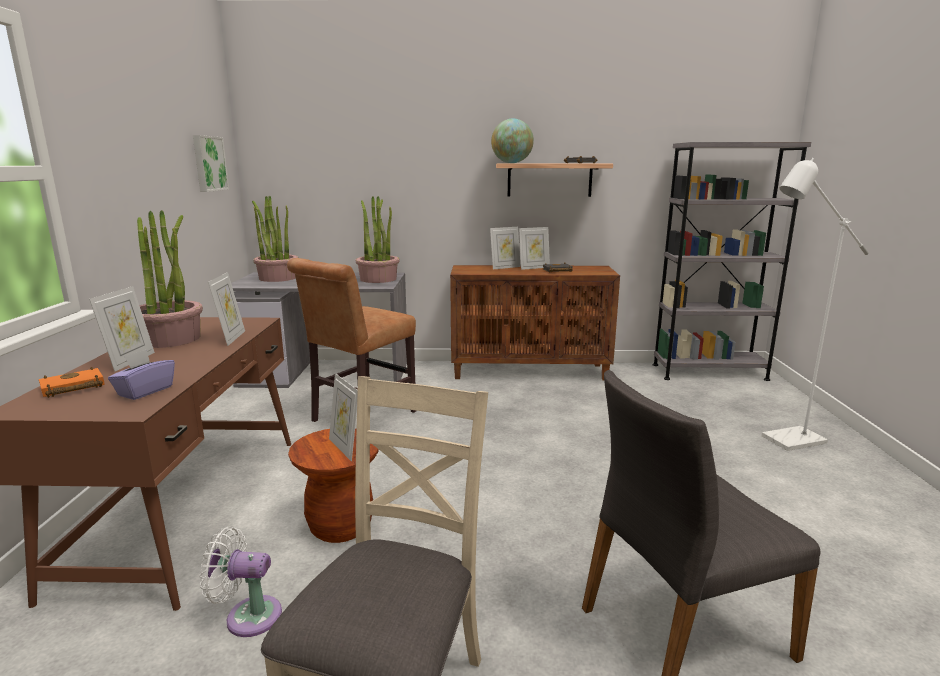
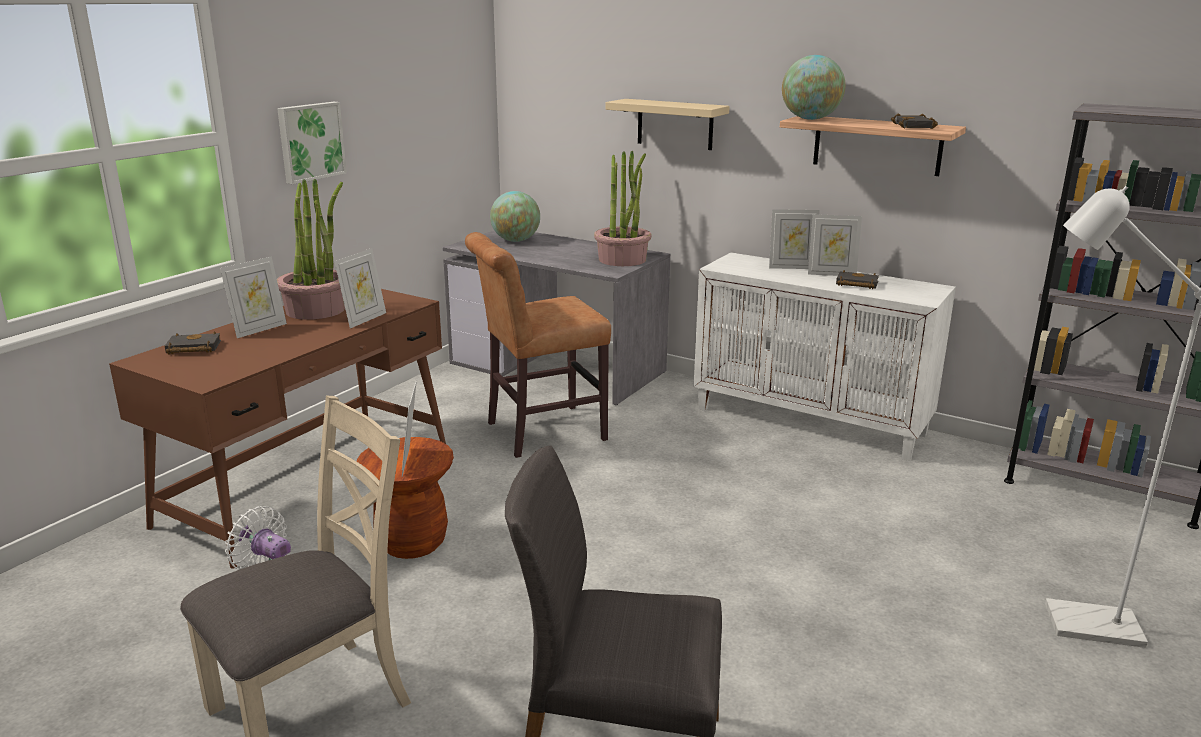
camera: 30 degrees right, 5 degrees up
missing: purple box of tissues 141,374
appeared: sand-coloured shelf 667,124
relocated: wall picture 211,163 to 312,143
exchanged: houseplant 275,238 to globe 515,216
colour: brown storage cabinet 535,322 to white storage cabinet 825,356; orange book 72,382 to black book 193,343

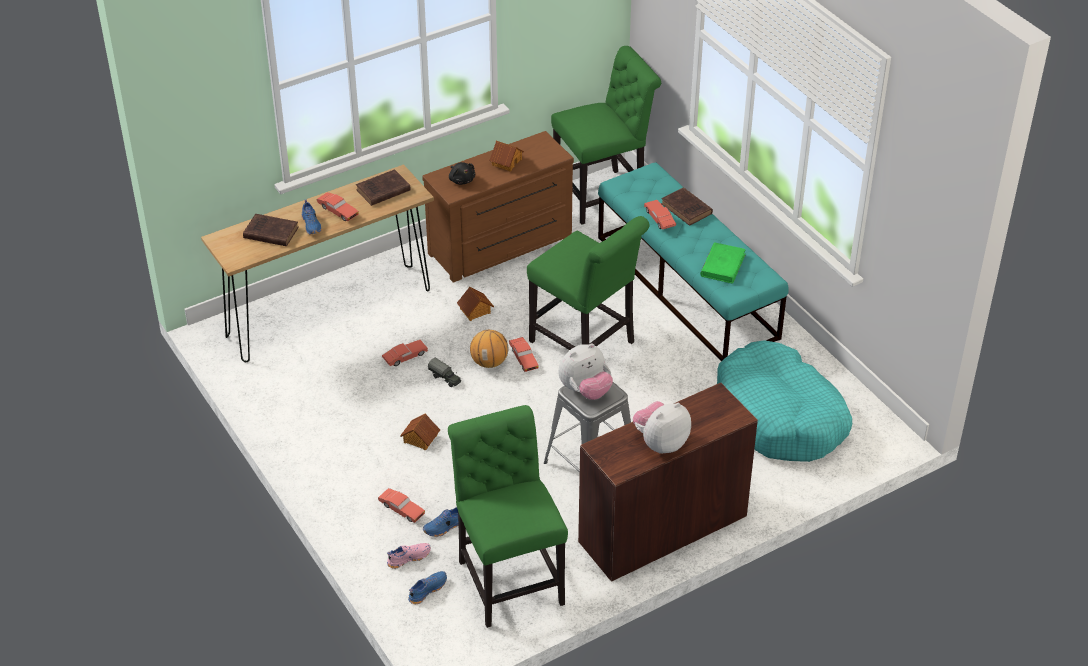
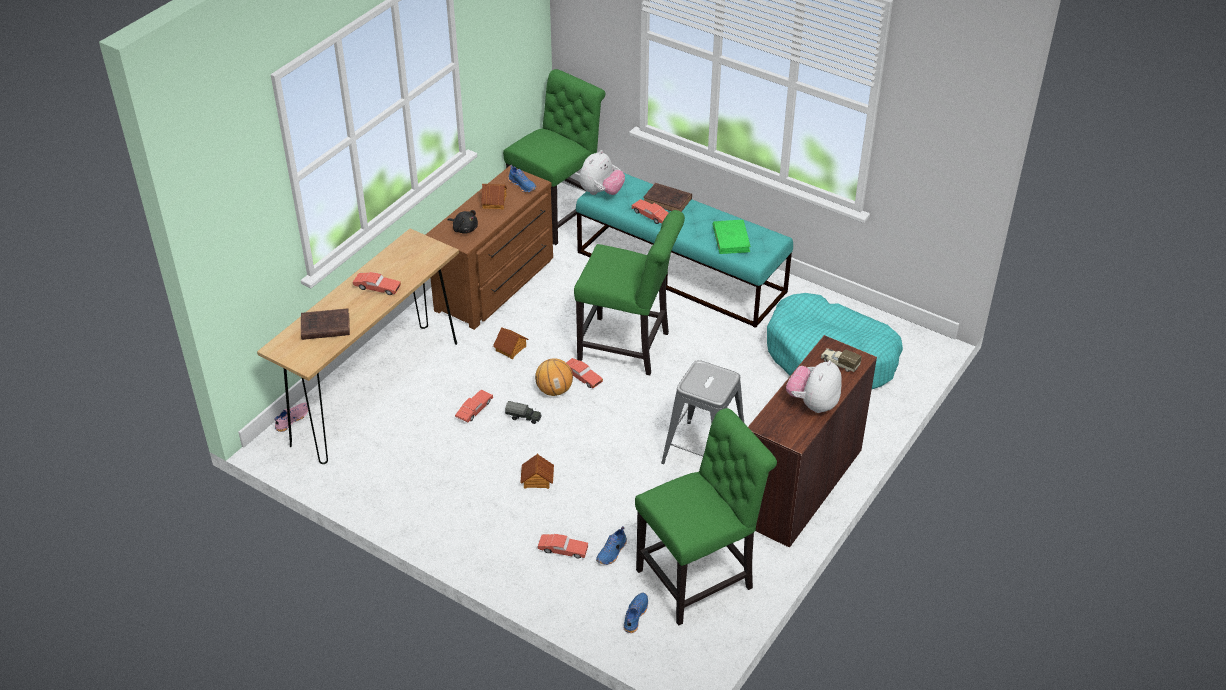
camera: 25 degrees left, 0 degrees up
missing: brown book 383,187
appeared: toy lorry 841,360
relocated: blue shoe 311,217 to 522,179; cuddly toy 585,371 to 602,172; pink-coloured shoe 409,556 to 291,417
spun: green upright chair 508,516 = 706,517 105 degrees clockwise

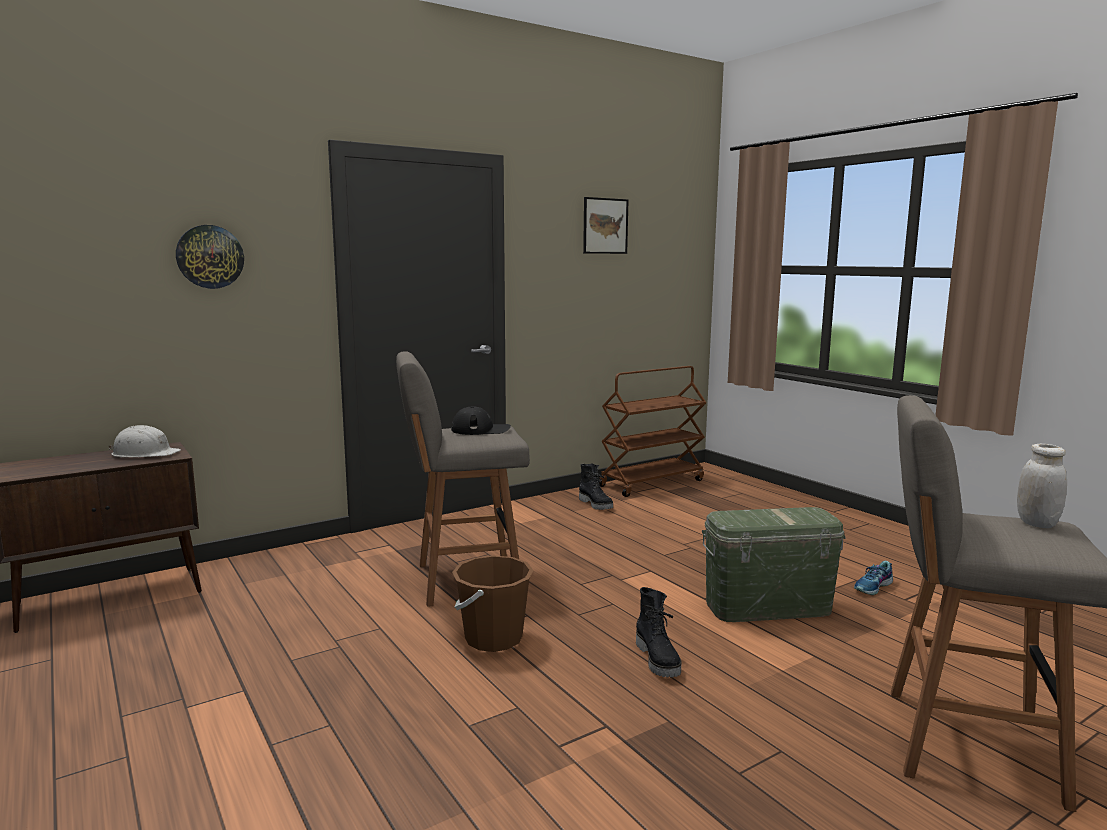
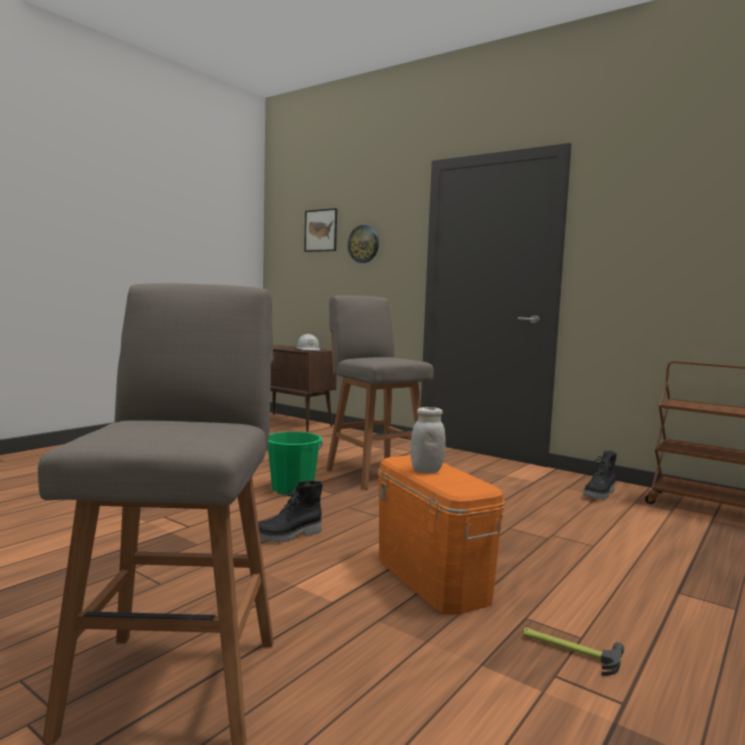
camera: 70 degrees right, 5 degrees down
missing: black cap 481,420
relocated: wall picture 605,225 to 320,230; white storage jar 1042,486 to 428,440
exchanged: shoe 873,578 to hand hammer 573,651
colour: green storage bin 774,564 to orange storage bin 441,535; brown pail 492,604 to green pail 295,463

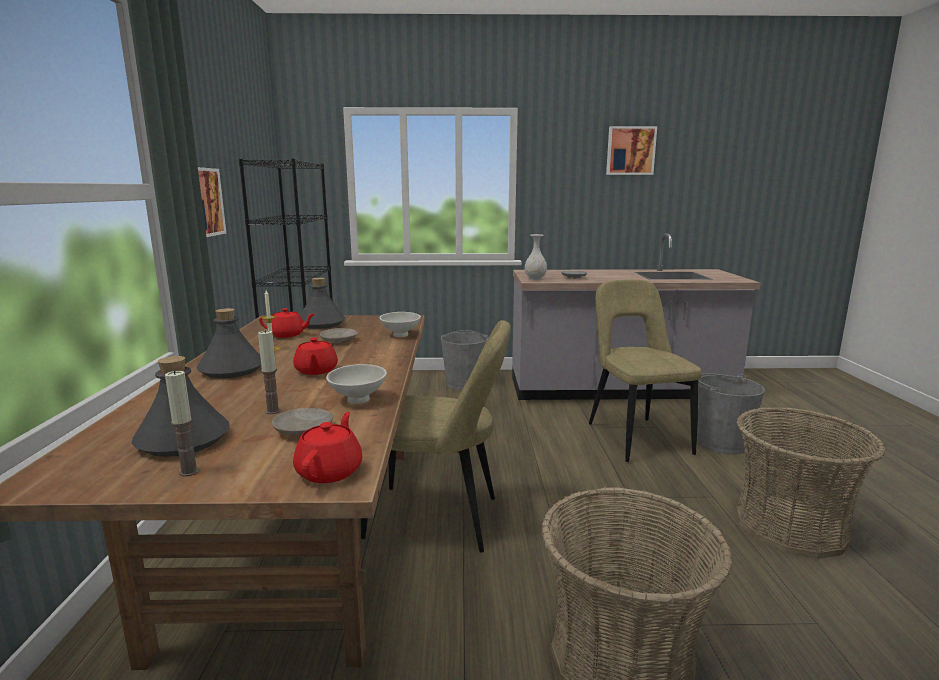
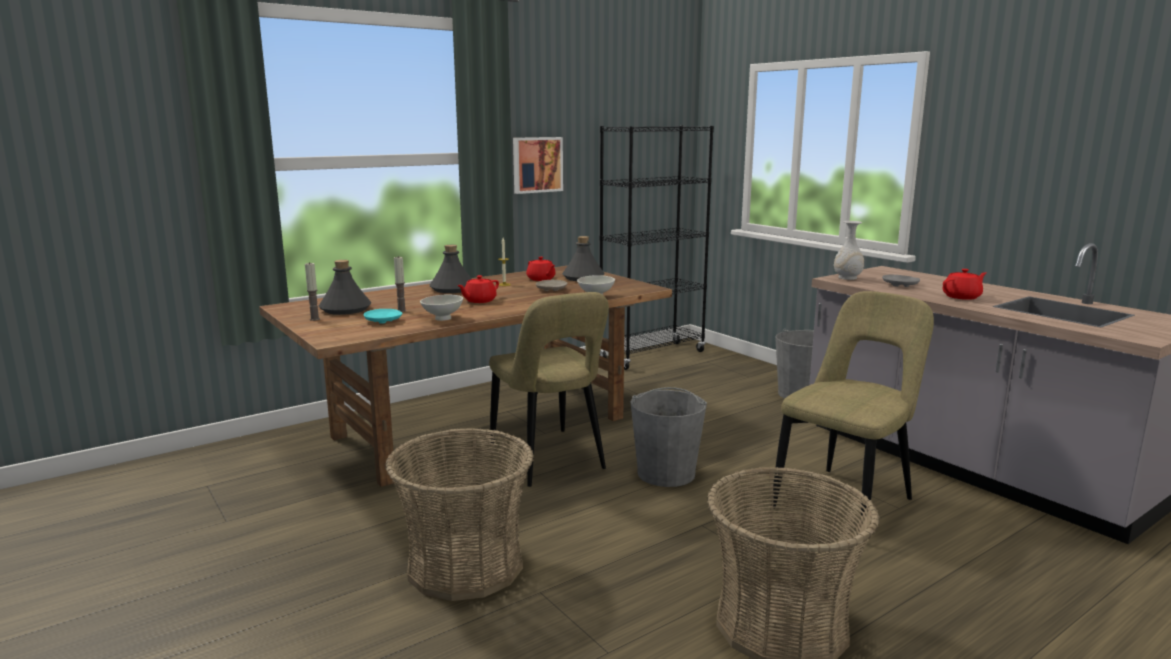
camera: 55 degrees right, 0 degrees up
missing: wall picture 631,150
relocated: grey pail 731,414 to 669,437; red teapot 327,447 to 965,284
colour: sand-coloured plate 302,422 to turquoise plate 383,316

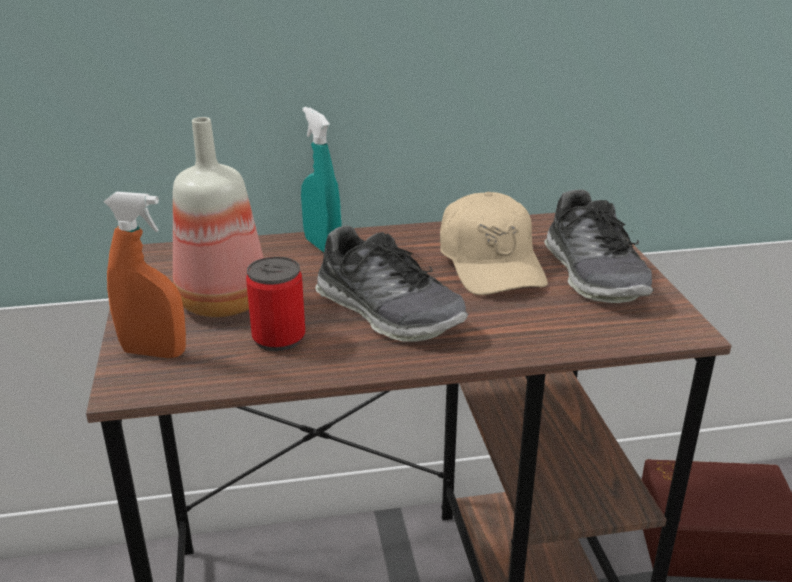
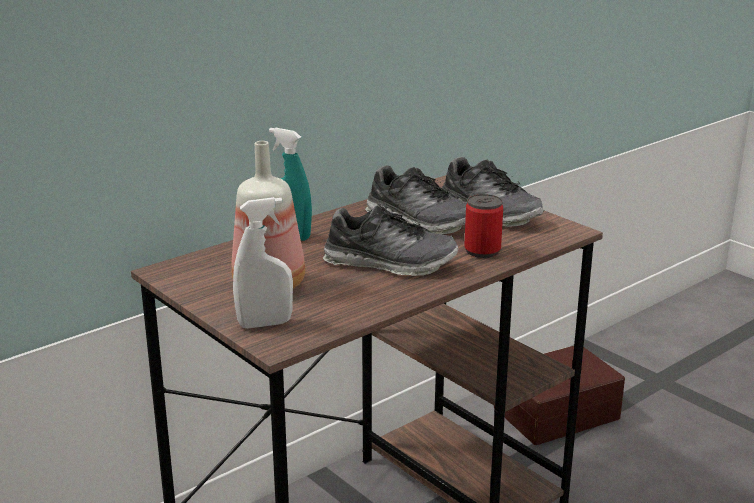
camera: 30 degrees left, 5 degrees down
relocated: metal can 275,303 to 483,226
exchanged: sand-coloured cap 494,243 to shoe 416,200
colour: orange spray bottle 144,275 to white spray bottle 263,262

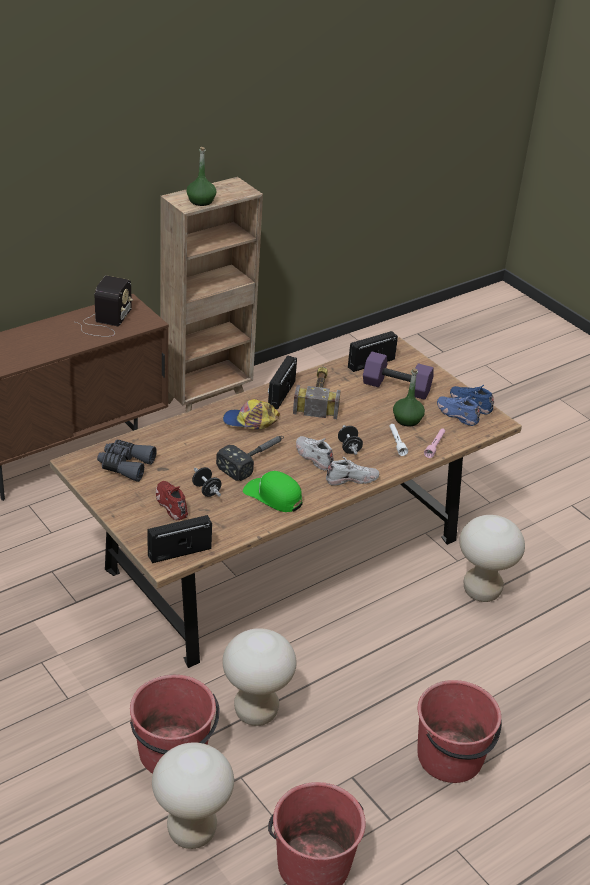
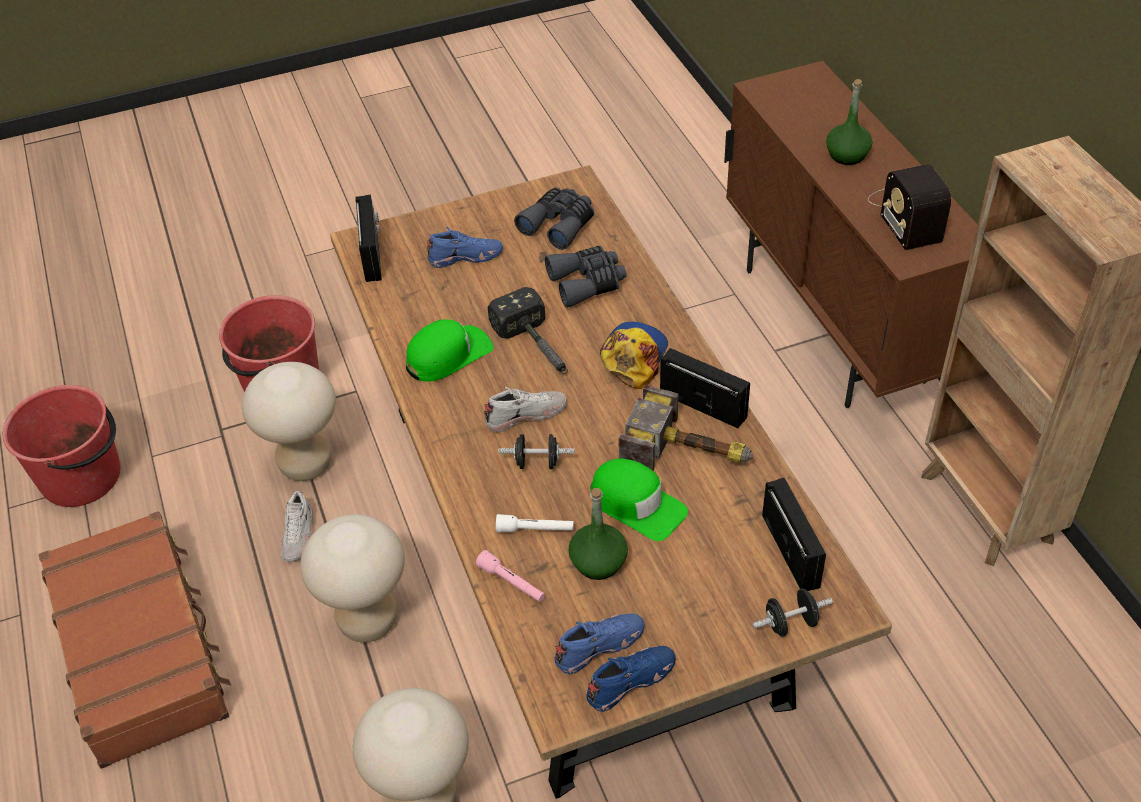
camera: 110 degrees right, 10 degrees up
missing: purple hand weight 398,376
appeared: grey binoculars 586,277; green cap 639,500
relocated: green beverage bottle 201,176 to 849,122; white shoe 352,471 to 297,526; black hand weight 207,482 to 792,613; sand-coloured sitting stool 193,795 to 352,578
exchanged: red pail 460,731 to brown piece of luggage 134,640
colour: red shoe 172,500 to blue shoe 465,247
spun: radio set 104,306 = 909,207 45 degrees clockwise

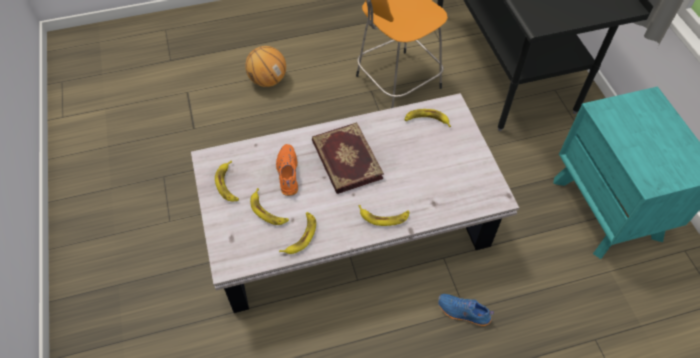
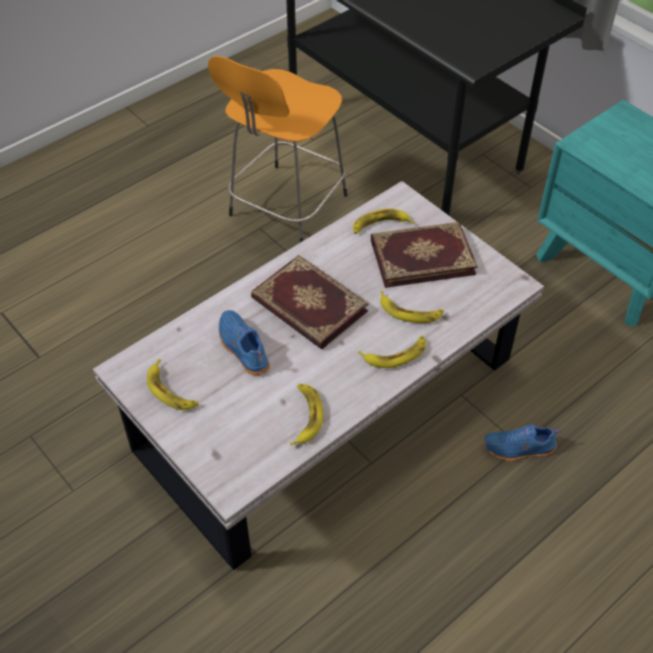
camera: 25 degrees left, 5 degrees down
missing: basketball ball 265,66
appeared: book 424,255
relocated: whole banana 269,206 to 412,307
colour: orange shoe 287,170 to blue shoe 244,342

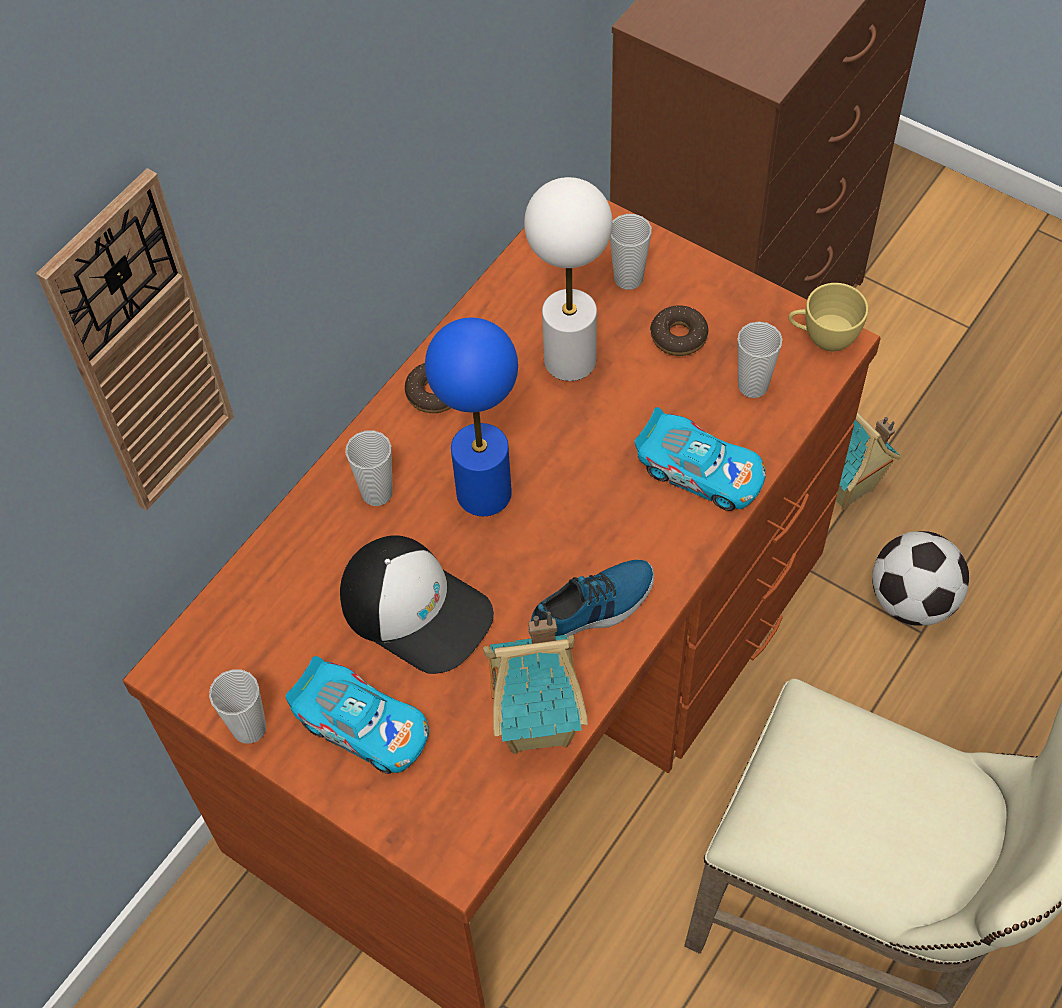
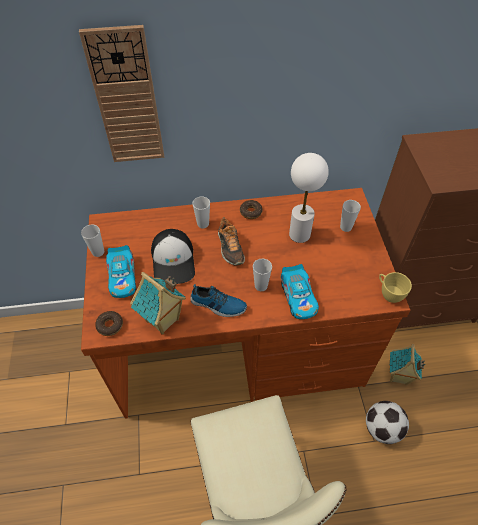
camera: 45 degrees right, 5 degrees down
relocated: ring doughnut 679,330 to 109,323; small cup 760,360 to 262,274
exchanged: blue table lamp 471,417 to shoe 231,241

